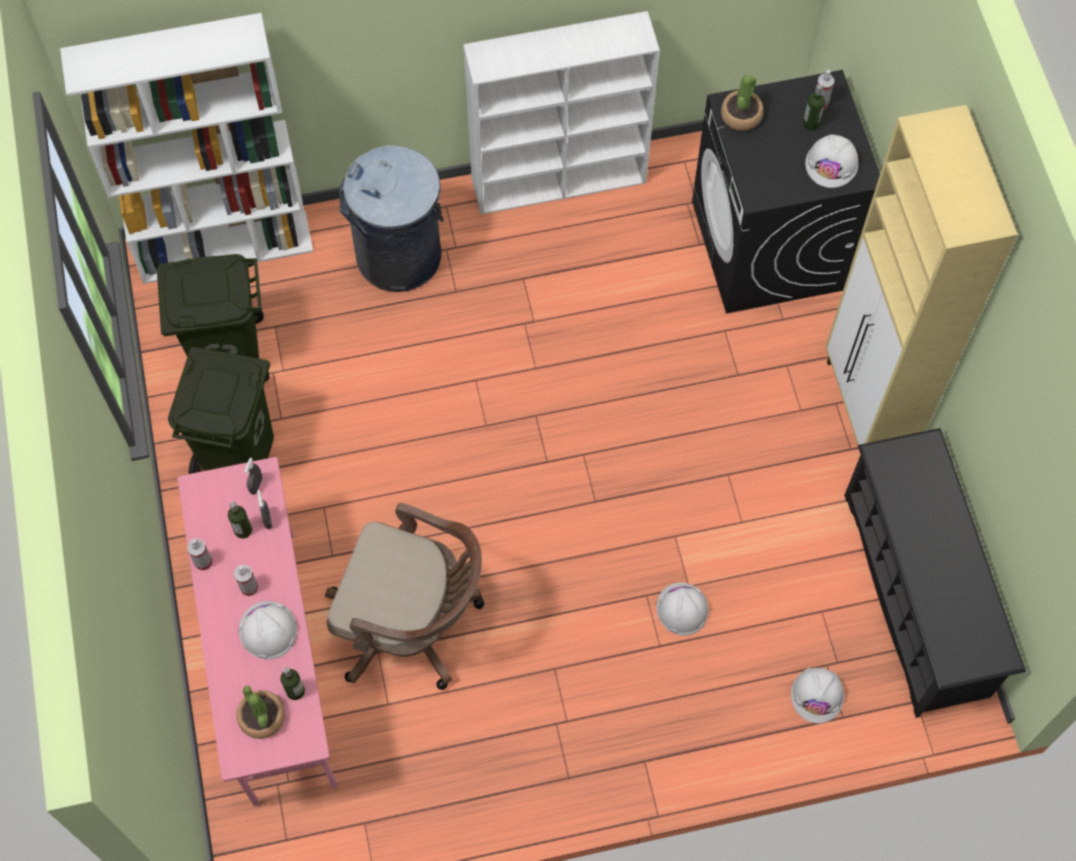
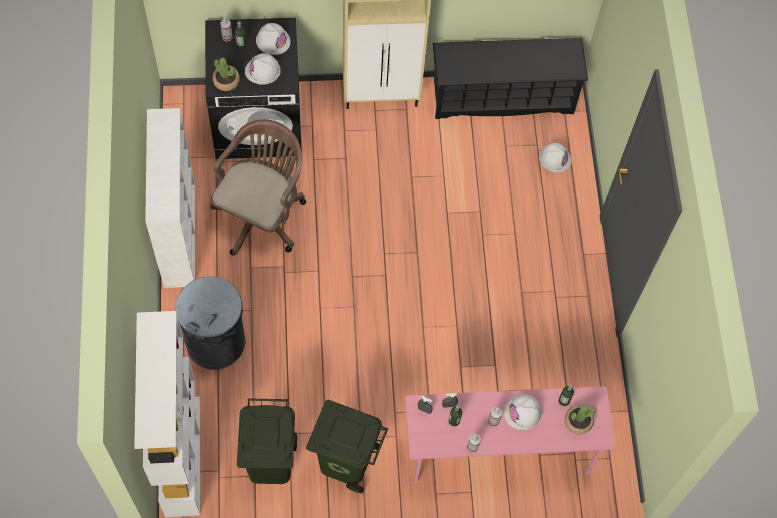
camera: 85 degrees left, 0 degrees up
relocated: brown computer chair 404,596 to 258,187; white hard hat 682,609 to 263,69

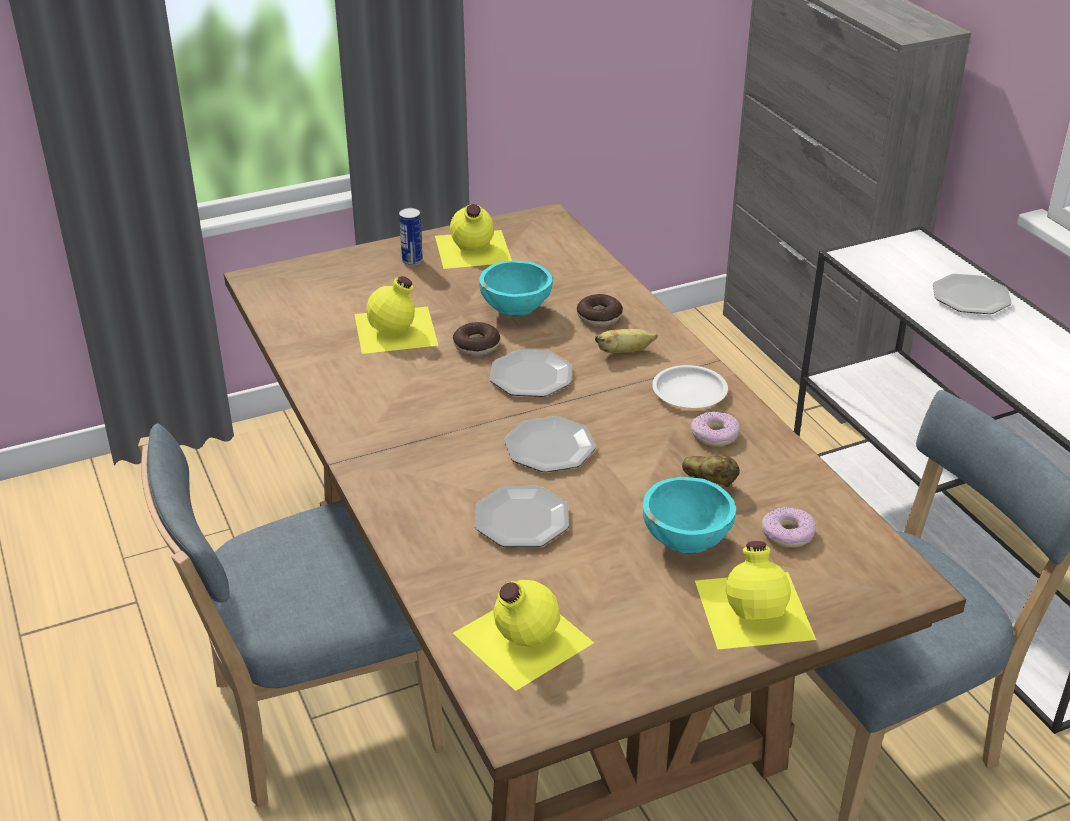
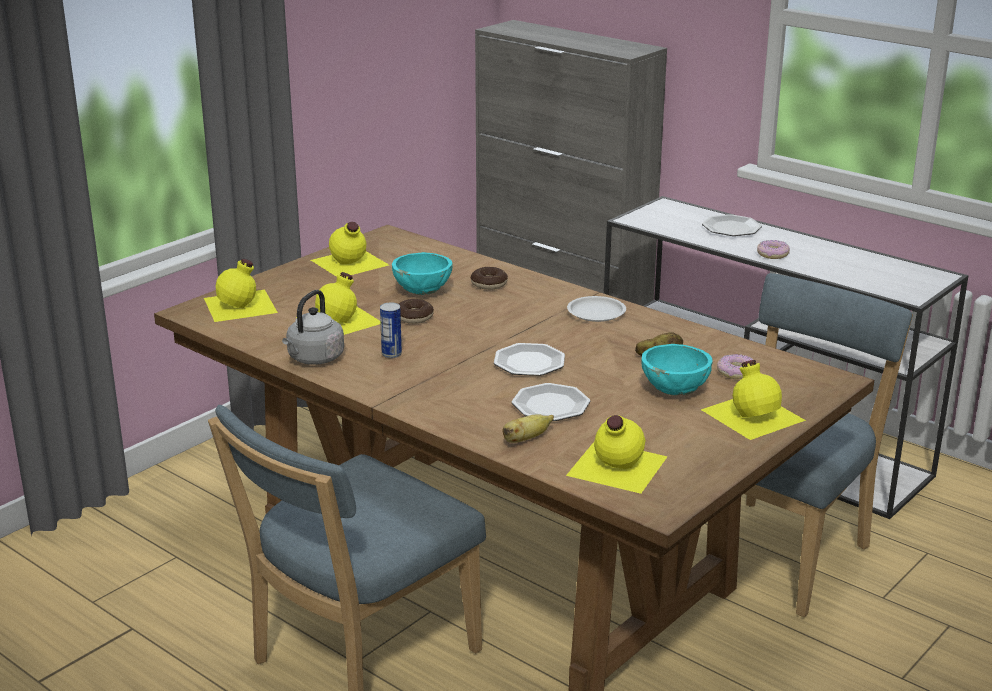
camera: 25 degrees left, 10 degrees down
missing: plate 530,373
appeared: yellowish beverage bottle 241,290; grey water kettle 313,327
relocated: metal can 411,237 to 391,330; whole banana 626,341 to 528,428; ring doughnut 715,428 to 773,249

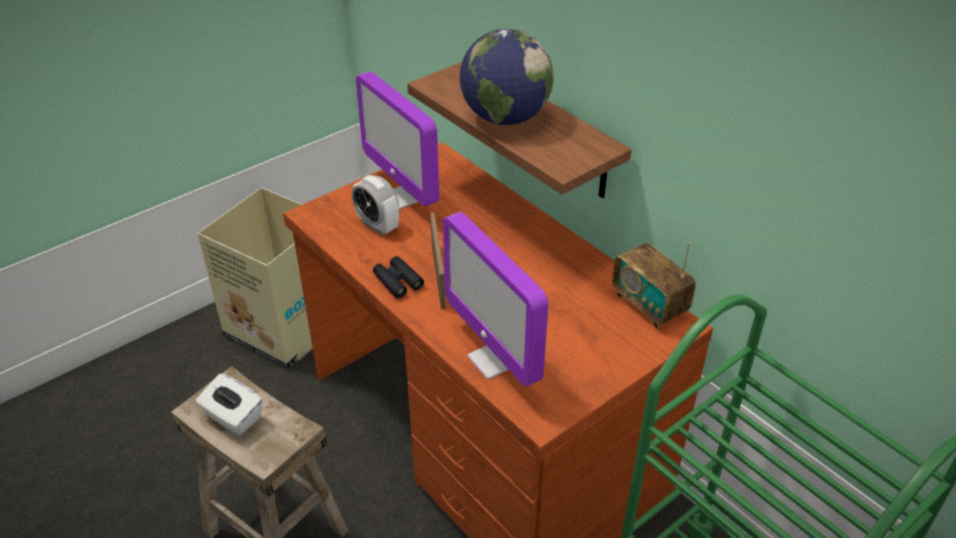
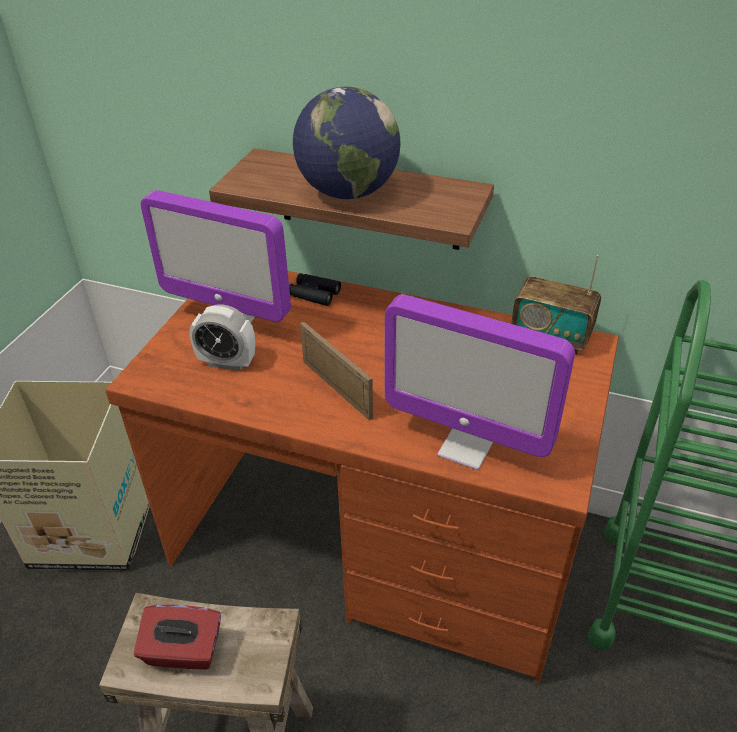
camera: 30 degrees left, 0 degrees up
relocated: black binoculars 398,277 to 315,289
colour: white box of tissues 229,405 to red box of tissues 177,637

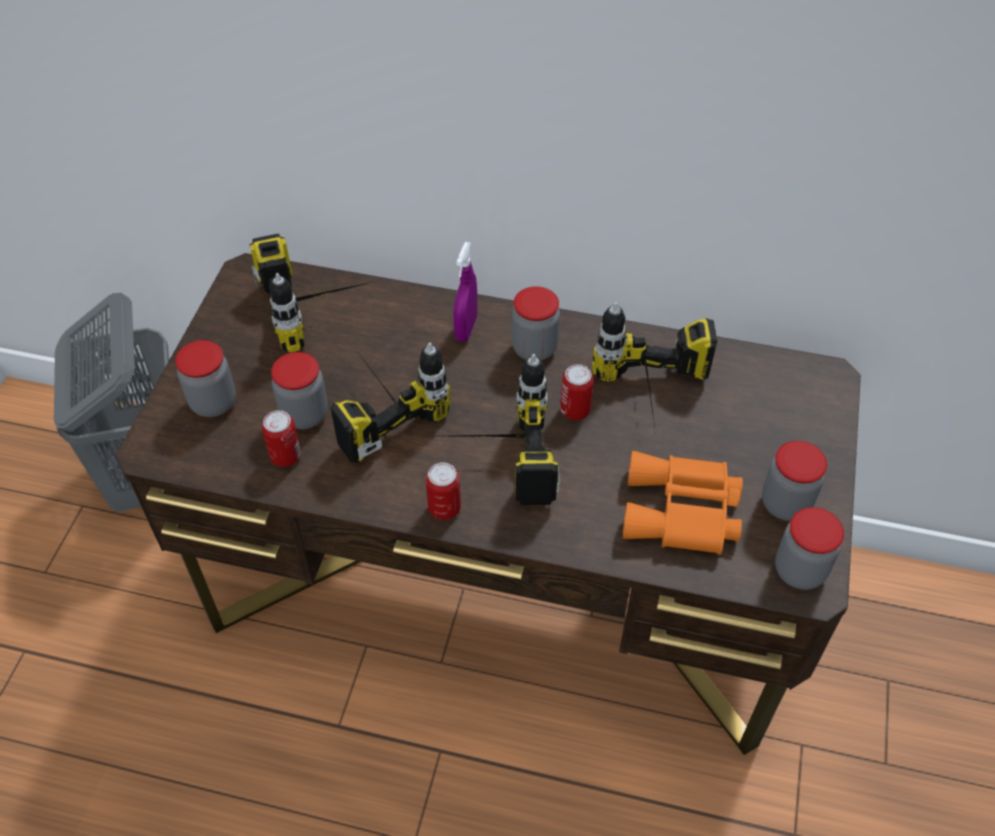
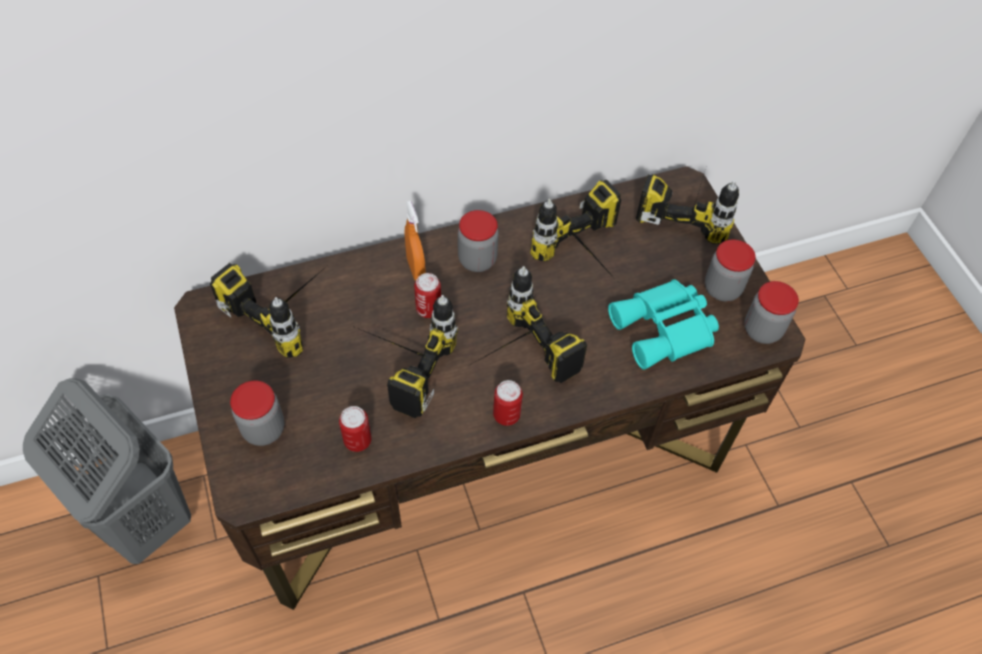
camera: 35 degrees left, 5 degrees up
missing: storage jar 299,390
appeared: drill 687,204
relocated: metal can 577,392 to 427,295
colour: purple spray bottle 466,292 to orange spray bottle 415,241; orange binoculars 683,503 to turquoise binoculars 663,324

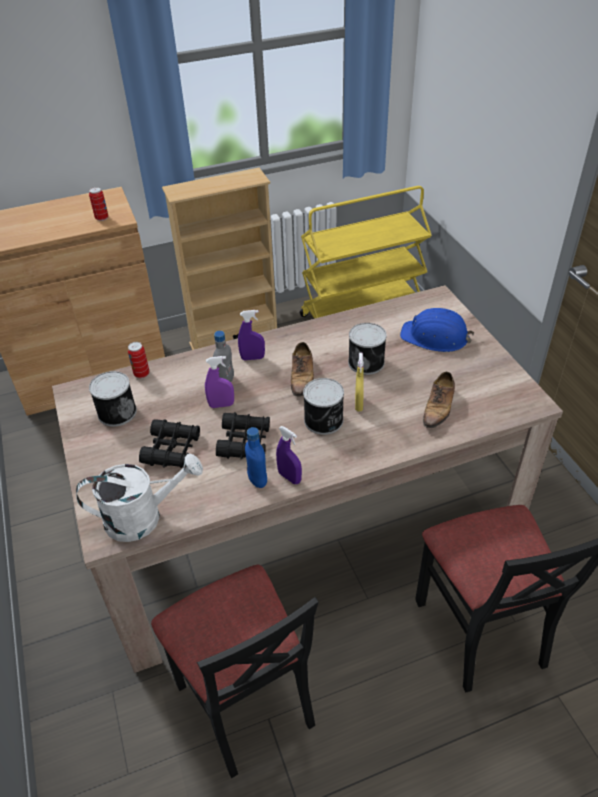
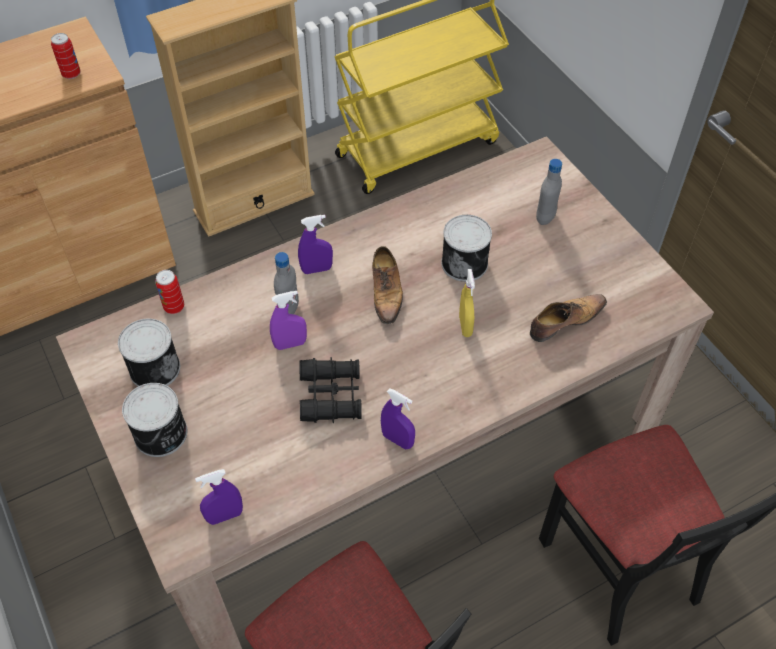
camera: 10 degrees left, 10 degrees up
missing: black binoculars 169,443; blue beverage bottle 256,457
relocated: metal can 323,406 to 154,420
exchanged: blue hard hat 437,330 to grey beverage bottle 549,192; white watering pot 139,498 to purple spray bottle 219,497
spun: shoe 439,400 = 568,318 135 degrees counterclockwise

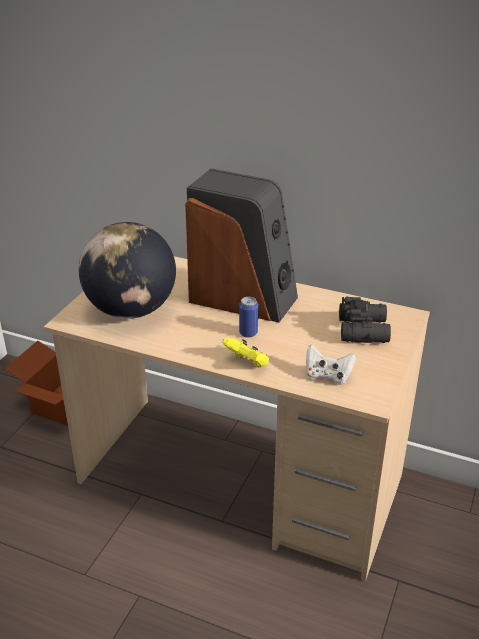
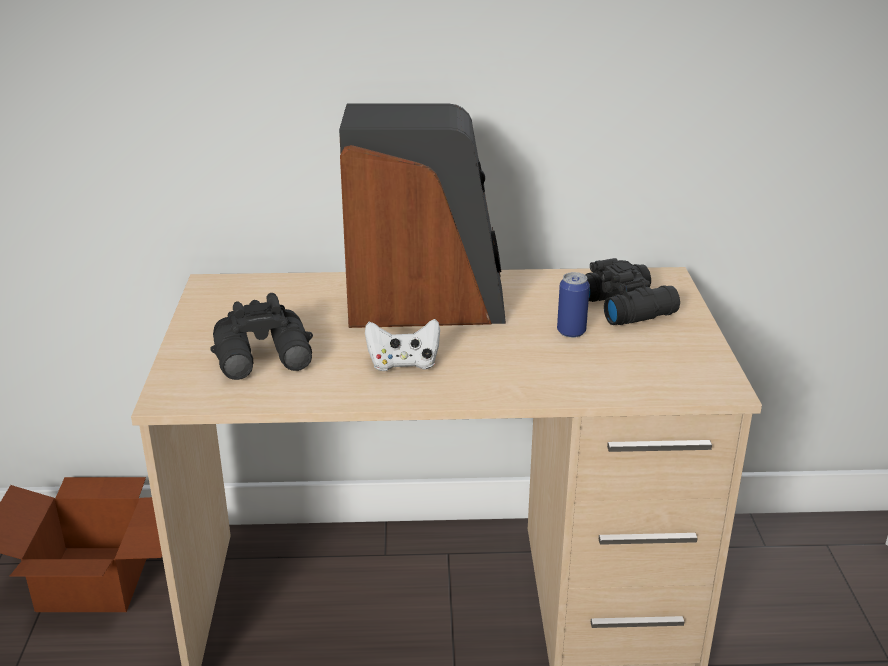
camera: 25 degrees left, 5 degrees down
missing: yellowish gamepad 245,352
relocated: metal can 248,317 to 573,305; white gamepad 331,365 to 402,345
exchanged: globe 127,270 to black binoculars 261,336

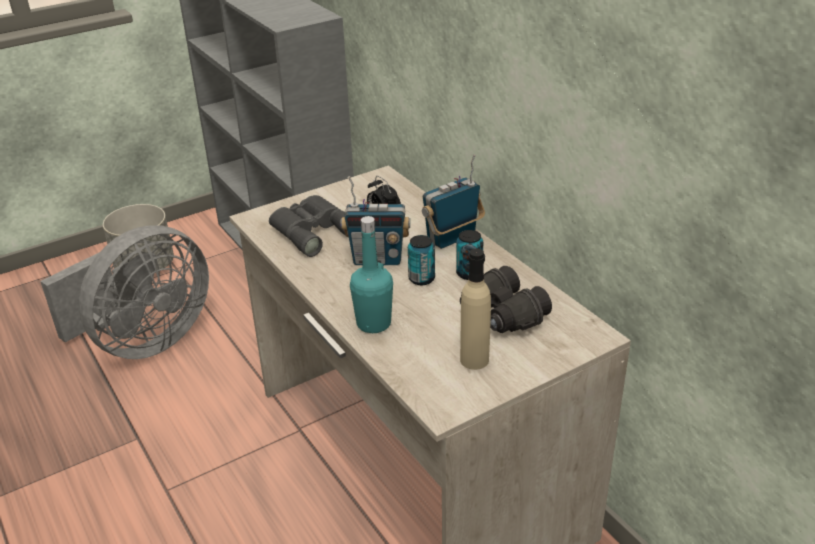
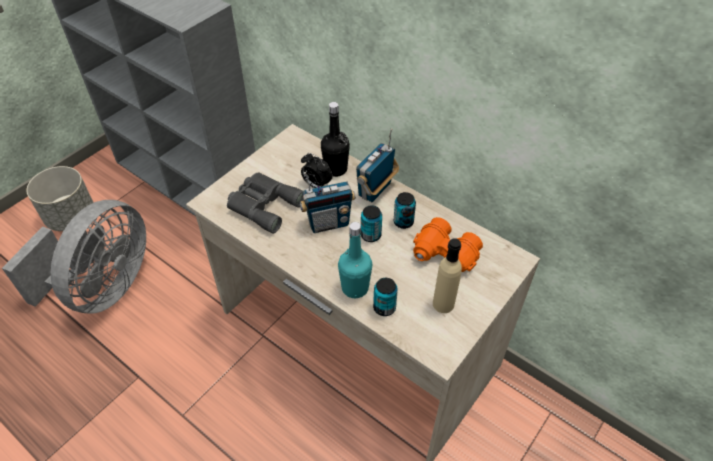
camera: 20 degrees left, 15 degrees up
appeared: black beverage bottle 335,139; metal can 385,297
colour: black binoculars 506,299 to orange binoculars 448,244

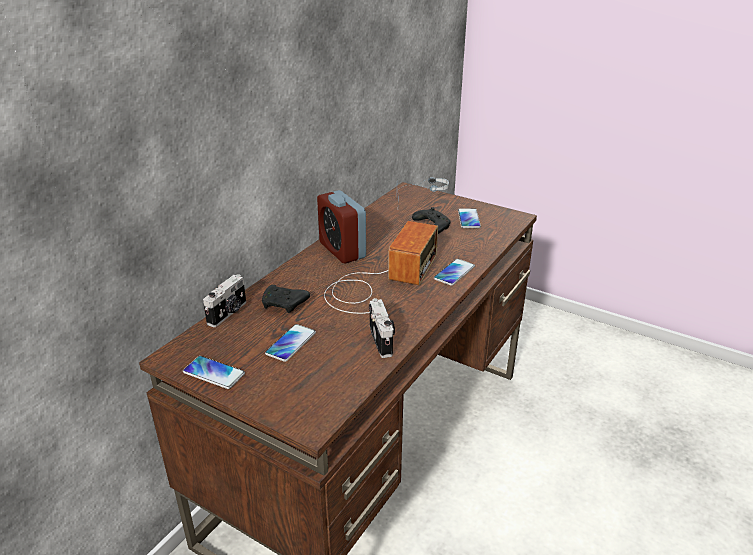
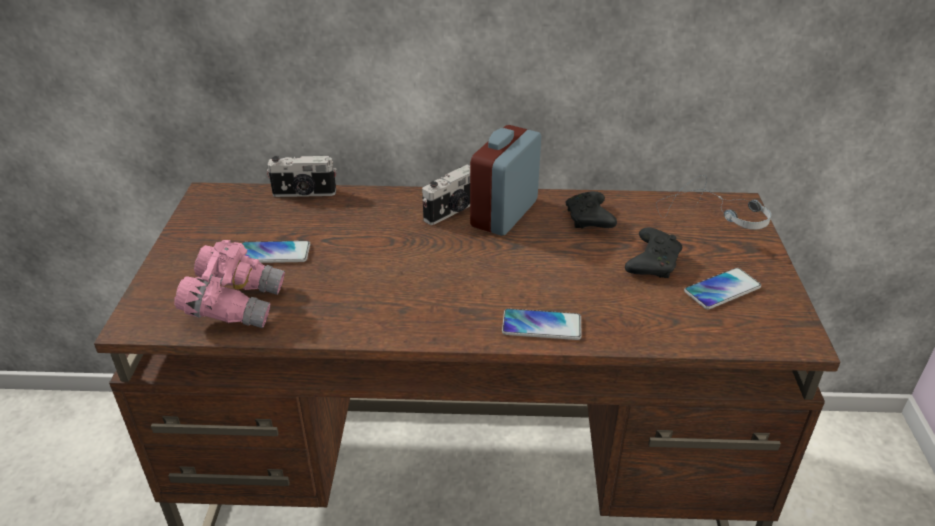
camera: 60 degrees right, 5 degrees up
missing: radio set 381,267; handset 214,372
appeared: pink-coloured binoculars 229,284
relocated: black gamepad 286,299 to 591,210; photo camera 382,328 to 446,195

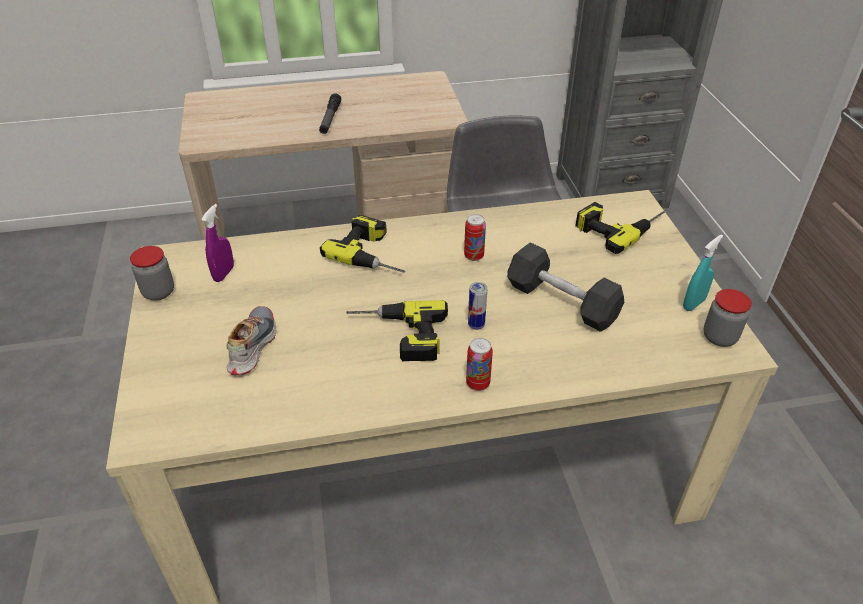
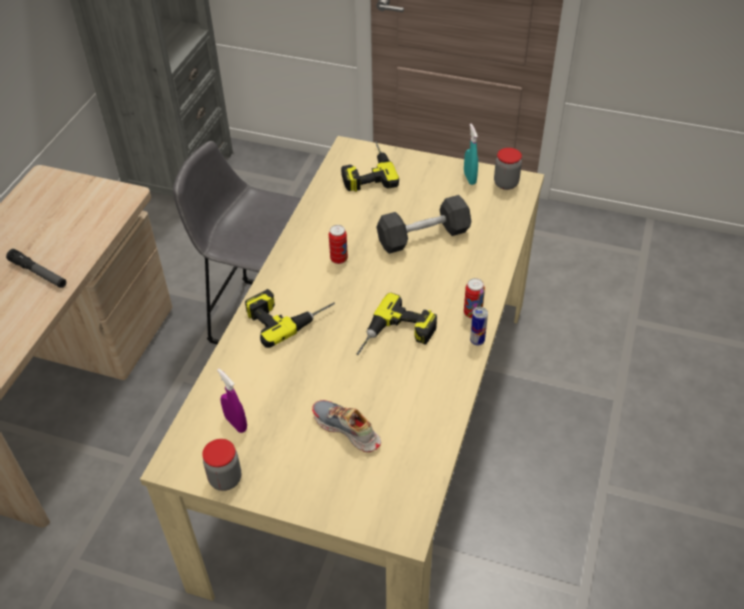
camera: 60 degrees left, 5 degrees up
relocated: metal can 477,306 to 479,326

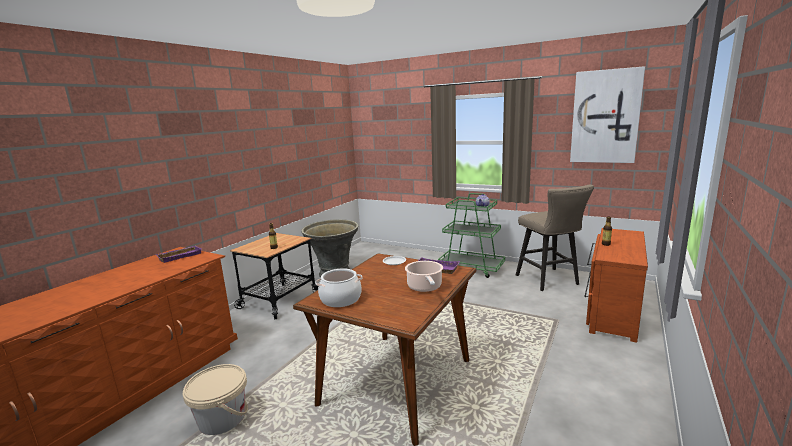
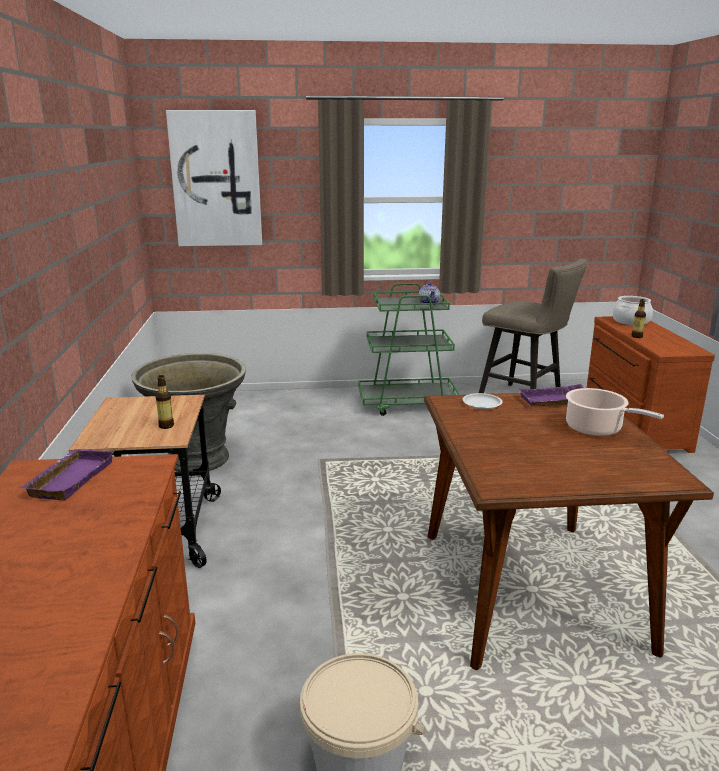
camera: 35 degrees left, 5 degrees up
relocated: wall picture 607,114 to 214,178; stockpot 338,287 to 632,310

